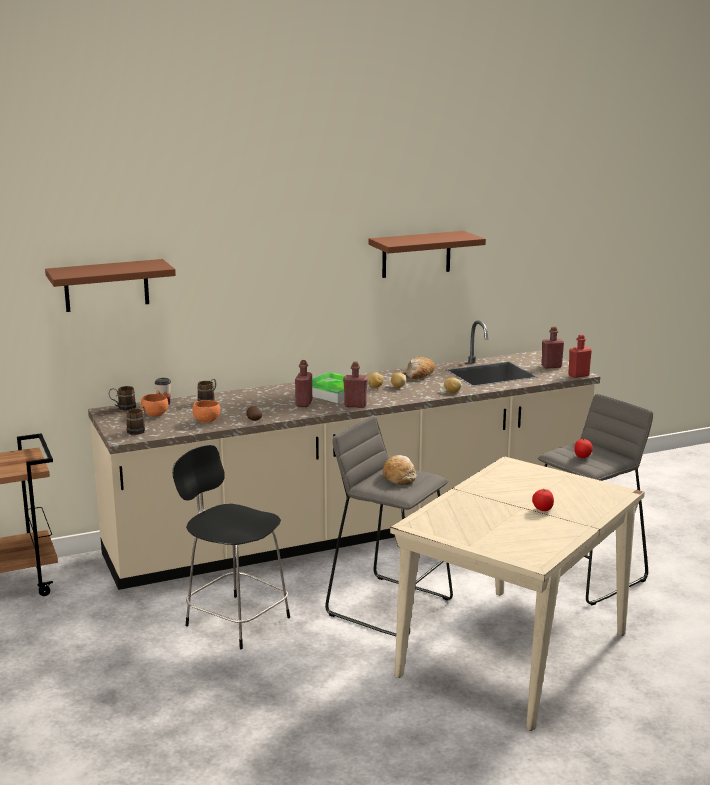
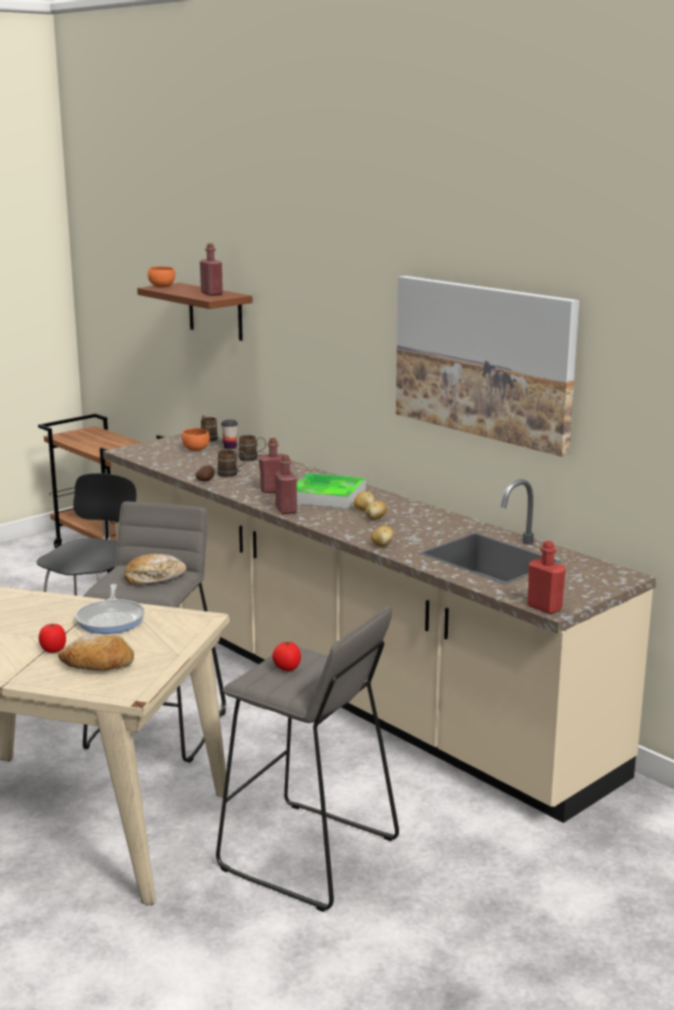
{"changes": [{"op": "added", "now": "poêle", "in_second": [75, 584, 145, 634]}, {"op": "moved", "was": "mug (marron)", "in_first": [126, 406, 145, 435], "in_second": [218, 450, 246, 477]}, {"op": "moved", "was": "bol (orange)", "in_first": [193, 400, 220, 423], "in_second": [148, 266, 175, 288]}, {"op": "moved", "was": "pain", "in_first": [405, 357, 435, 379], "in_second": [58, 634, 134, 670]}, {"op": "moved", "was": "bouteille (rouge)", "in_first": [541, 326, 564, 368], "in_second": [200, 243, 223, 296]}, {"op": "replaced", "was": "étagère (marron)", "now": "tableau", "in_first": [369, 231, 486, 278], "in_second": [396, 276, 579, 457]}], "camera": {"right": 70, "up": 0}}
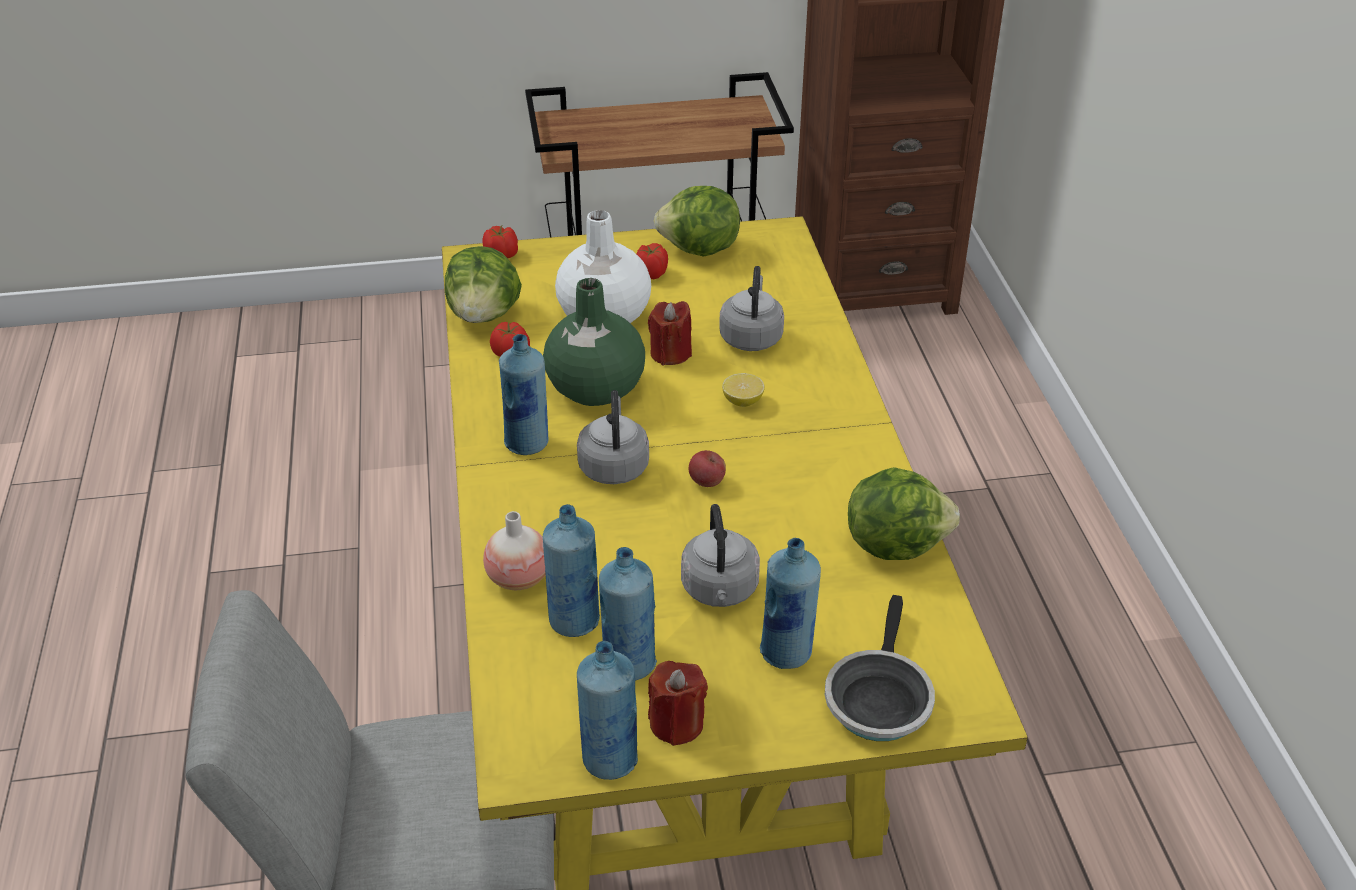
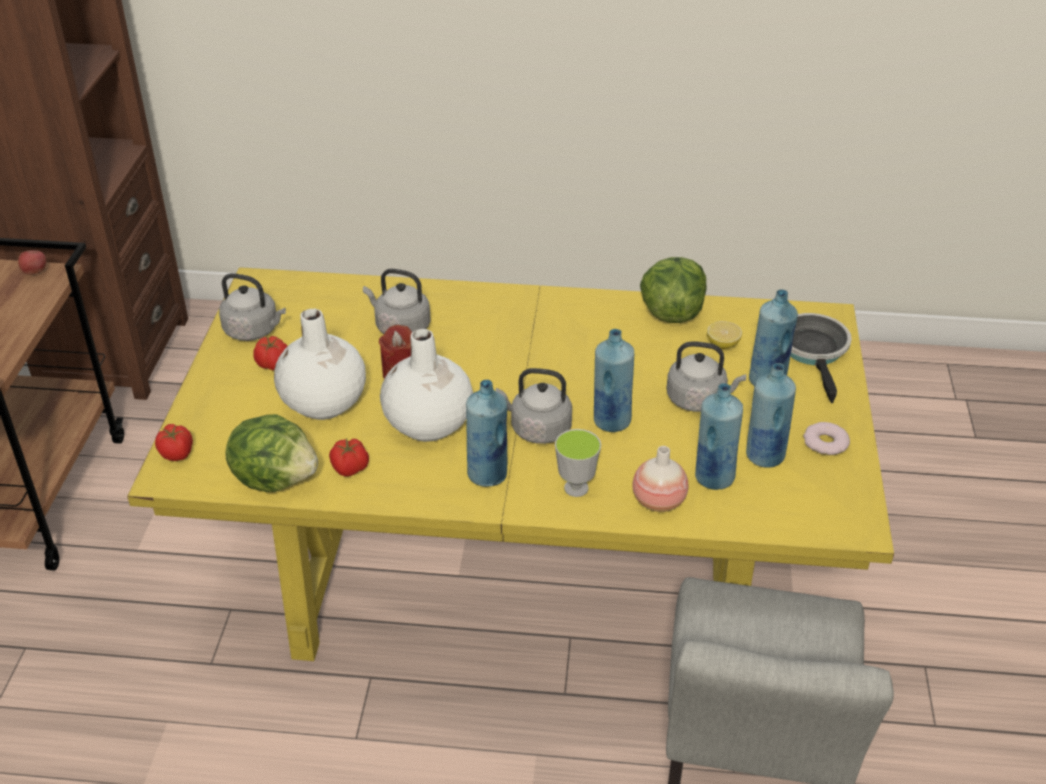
{"changes": [{"op": "added", "now": "tasse", "in_second": [555, 429, 601, 497]}, {"op": "moved", "was": "bouteille (bleu)", "in_first": [577, 641, 638, 780], "in_second": [594, 329, 634, 432]}, {"op": "moved", "was": "pomme", "in_first": [689, 450, 726, 487], "in_second": [18, 250, 46, 275]}, {"op": "moved", "was": "citron", "in_first": [722, 373, 765, 407], "in_second": [707, 321, 742, 349]}, {"op": "replaced", "was": "bougie (rouge)", "now": "beignet", "in_first": [648, 661, 708, 746], "in_second": [803, 422, 850, 455]}, {"op": "replaced", "was": "laitue", "now": "bouilloire (gris)", "in_first": [654, 186, 740, 257], "in_second": [219, 273, 286, 341]}, {"op": "recoloured", "was": "vase (vert)", "now": "vase (blanc)", "in_first": [543, 278, 645, 406], "in_second": [380, 329, 473, 442]}, {"op": "turned", "was": "poêle", "in_first": [825, 595, 935, 741], "in_second": [790, 313, 852, 403], "clockwise": -120}], "camera": {"right": -75, "up": 0}}
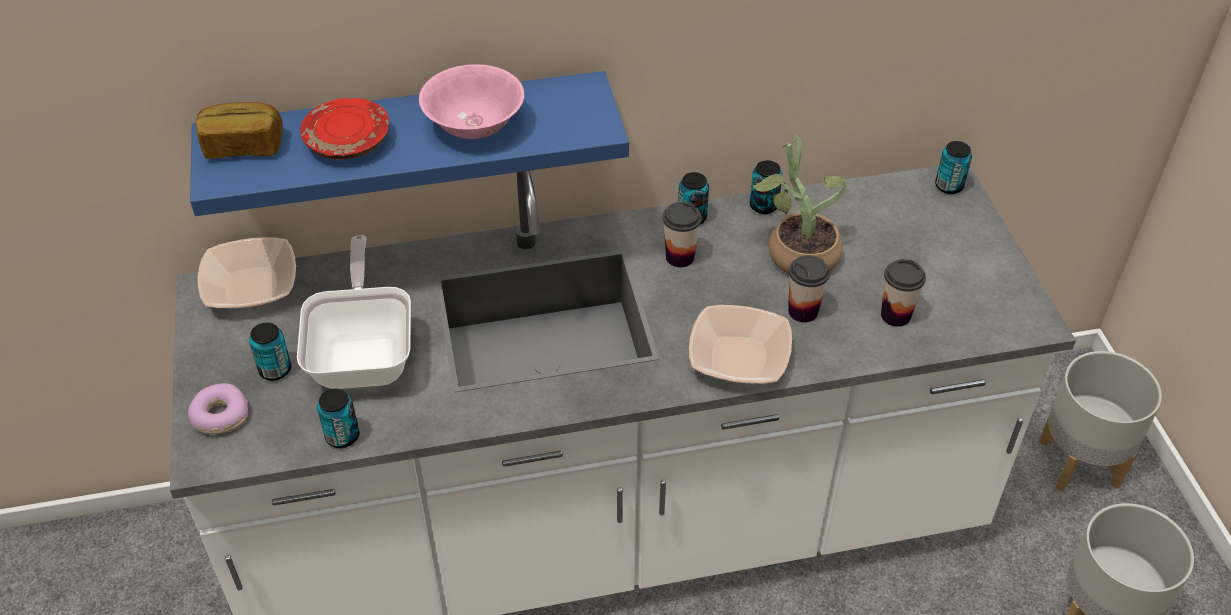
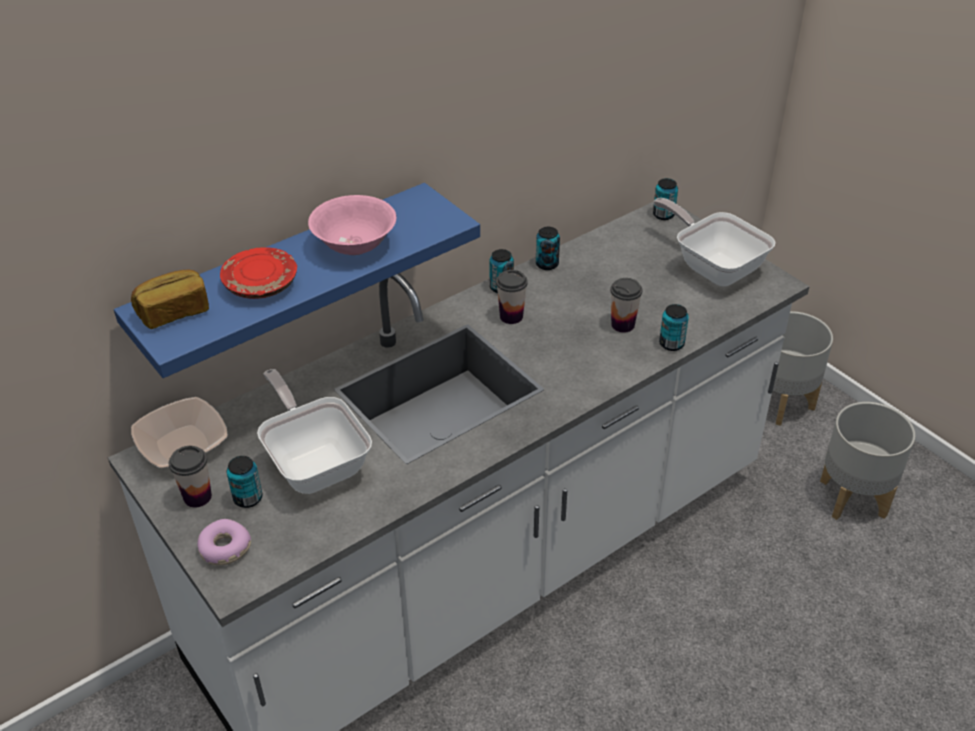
{"changes": [{"op": "removed", "was": "bol", "in_first": [689, 305, 792, 384]}, {"op": "removed", "was": "plante en pot", "in_first": [751, 135, 846, 274]}, {"op": "added", "now": "poêle", "in_second": [653, 198, 776, 287]}, {"op": "moved", "was": "boîte métallique", "in_first": [317, 389, 360, 448], "in_second": [659, 304, 689, 351]}, {"op": "moved", "was": "tasse", "in_first": [881, 259, 926, 327], "in_second": [169, 446, 212, 507]}], "camera": {"right": -25, "up": -5}}
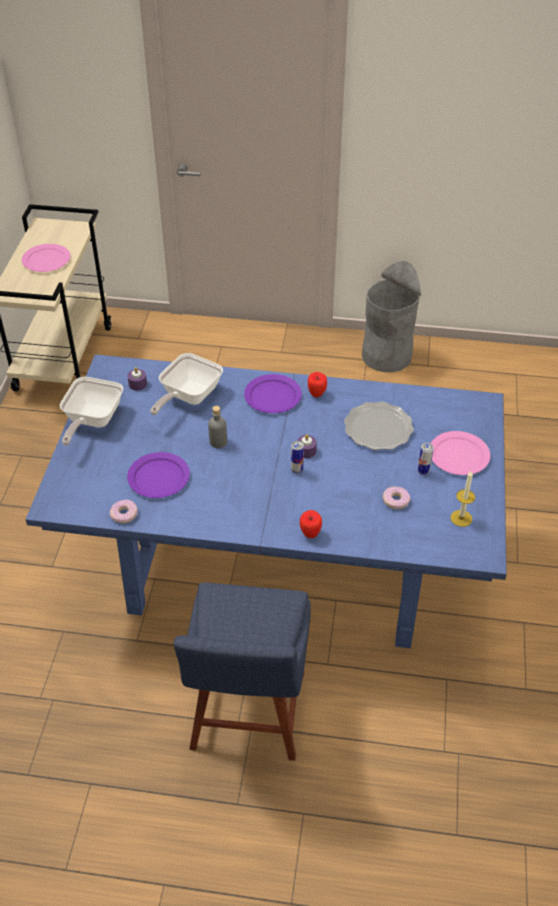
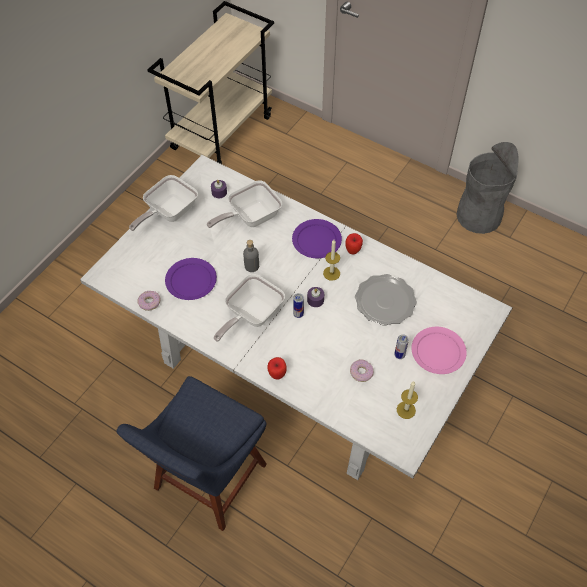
{"changes": [{"op": "removed", "was": "assiette (rose)", "in_first": [22, 244, 70, 272]}, {"op": "added", "now": "poêle", "in_second": [214, 274, 285, 342]}, {"op": "added", "now": "bougie", "in_second": [323, 240, 340, 281]}, {"op": "recoloured", "was": "table à manger (bleu)", "now": "table à manger (blanc)", "in_first": [25, 354, 507, 648], "in_second": [80, 155, 513, 480]}], "camera": {"right": 25, "up": 10}}
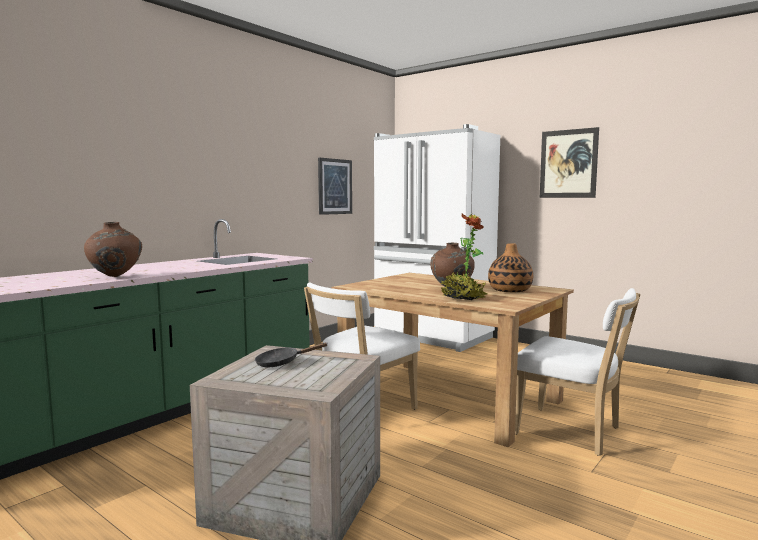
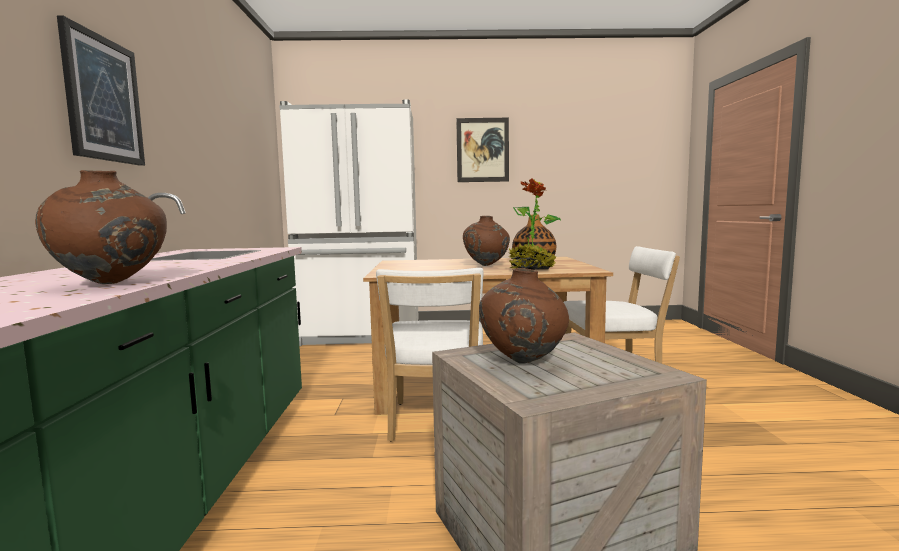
{"changes": [{"op": "moved", "was": "tableau", "in_first": [318, 158, 352, 215], "in_second": [57, 16, 145, 166]}, {"op": "replaced", "was": "poêle (noir)", "now": "vase (marron)", "in_first": [255, 342, 327, 367], "in_second": [479, 268, 569, 364]}], "camera": {"right": -40, "up": 0}}
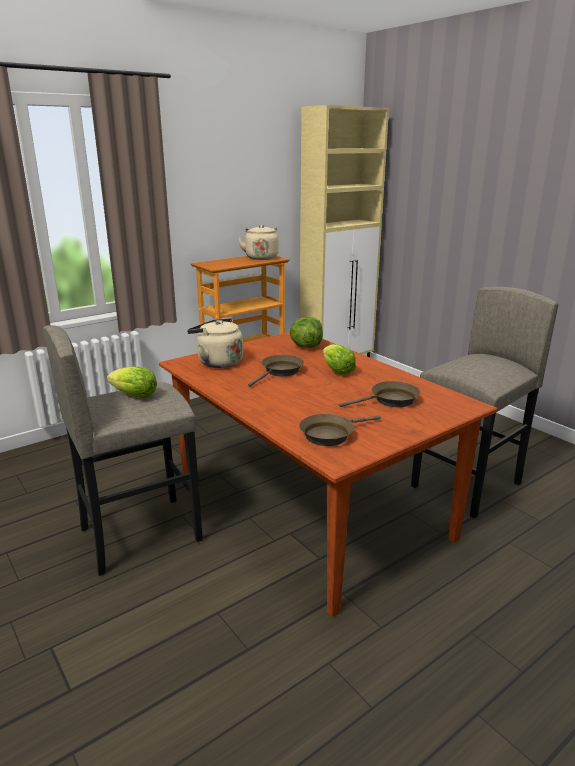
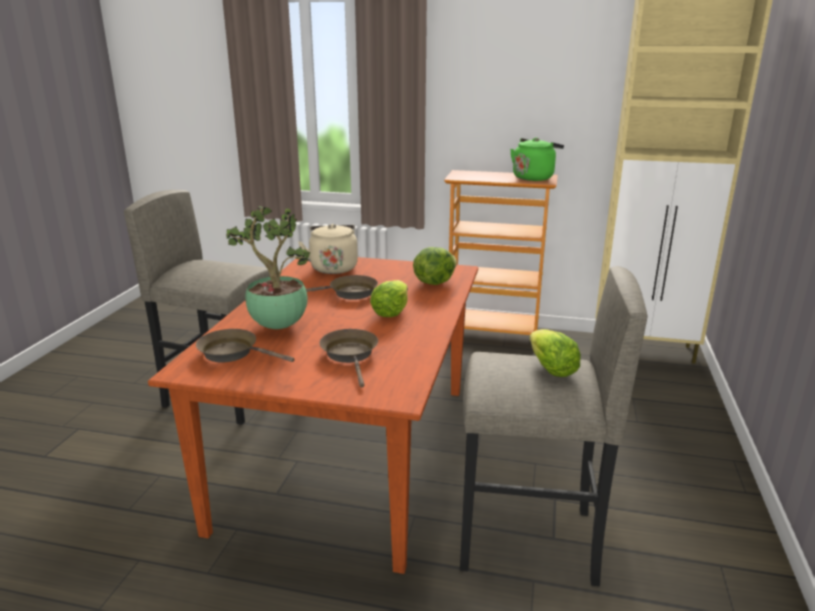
{"changes": [{"op": "added", "now": "plante en pot", "in_second": [226, 206, 310, 329]}, {"op": "moved", "was": "laitue", "in_first": [107, 366, 157, 398], "in_second": [529, 329, 581, 377]}, {"op": "recoloured", "was": "bouilloire (beige)", "now": "bouilloire (vert)", "in_first": [238, 225, 279, 260], "in_second": [510, 138, 564, 181]}, {"op": "turned", "was": "poêle (marron)", "in_first": [339, 381, 421, 407], "in_second": [319, 329, 378, 387], "clockwise": -135}], "camera": {"right": 50, "up": 0}}
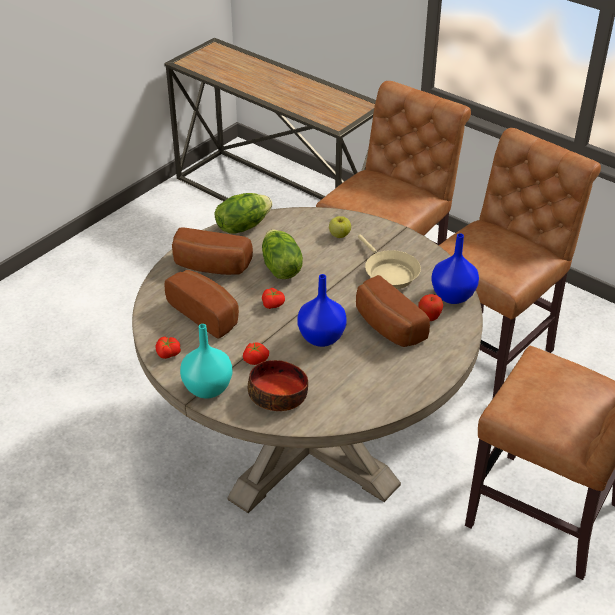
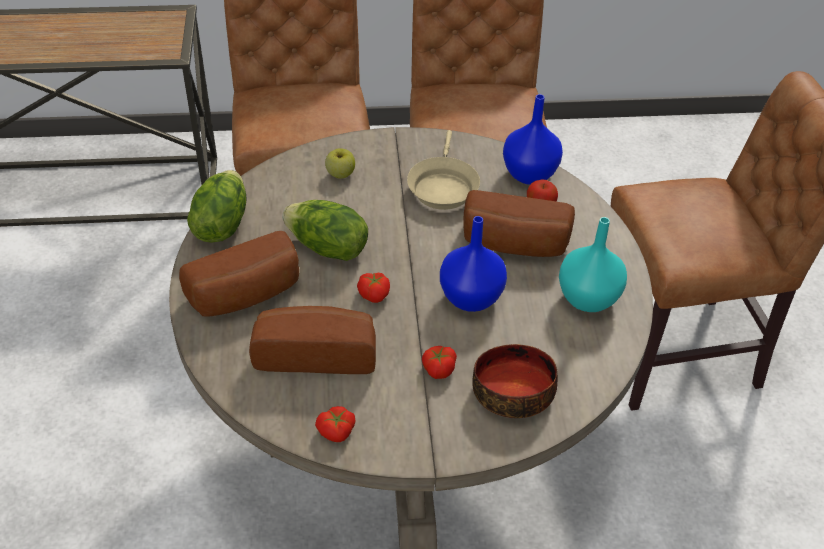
{"changes": [{"op": "moved", "was": "vase (turquoise)", "in_first": [180, 324, 232, 398], "in_second": [559, 217, 627, 312]}, {"op": "turned", "was": "poêle (beige)", "in_first": [358, 235, 421, 289], "in_second": [407, 130, 480, 210], "clockwise": 75}], "camera": {"right": -45, "up": 5}}
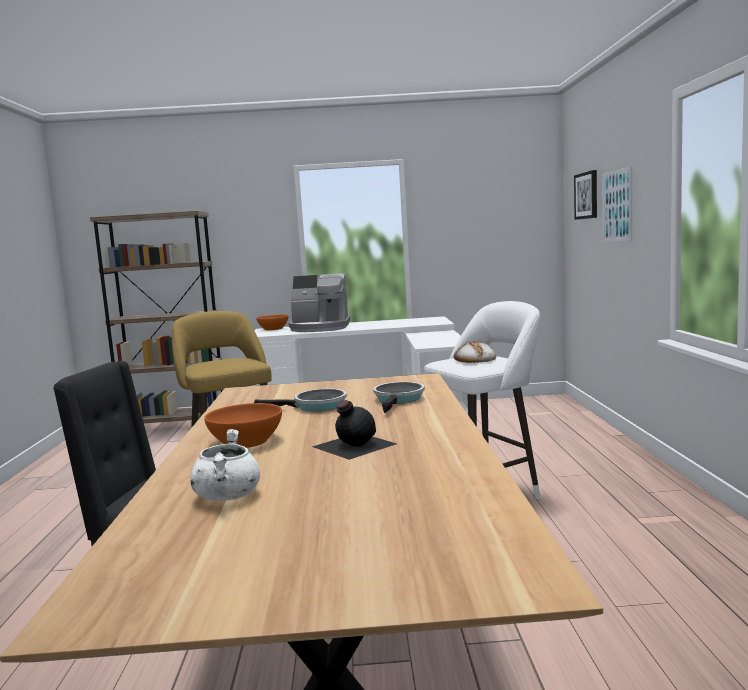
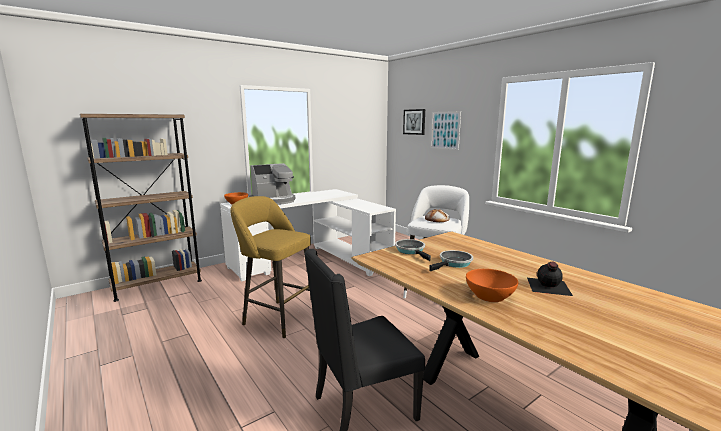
{"changes": [{"op": "removed", "was": "marmite (blanc)", "in_first": [190, 429, 260, 501]}, {"op": "moved", "was": "poêle", "in_first": [373, 382, 425, 413], "in_second": [395, 239, 431, 261]}], "camera": {"right": -35, "up": 5}}
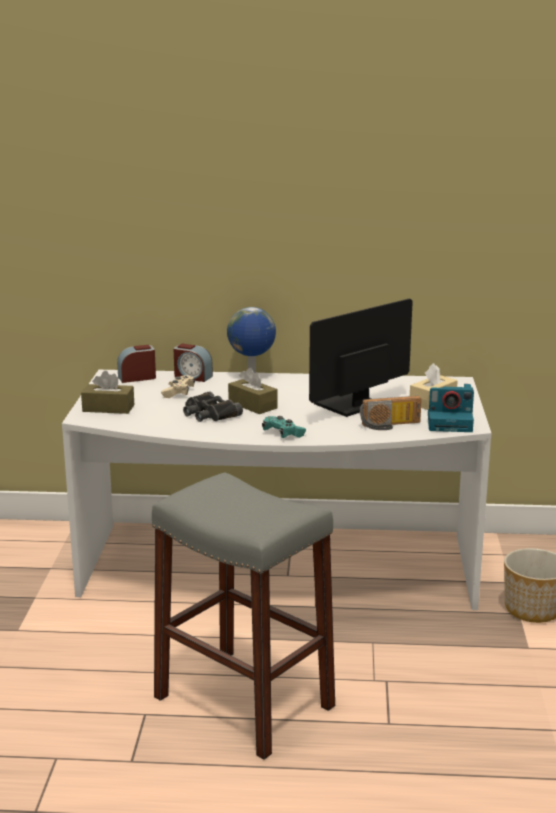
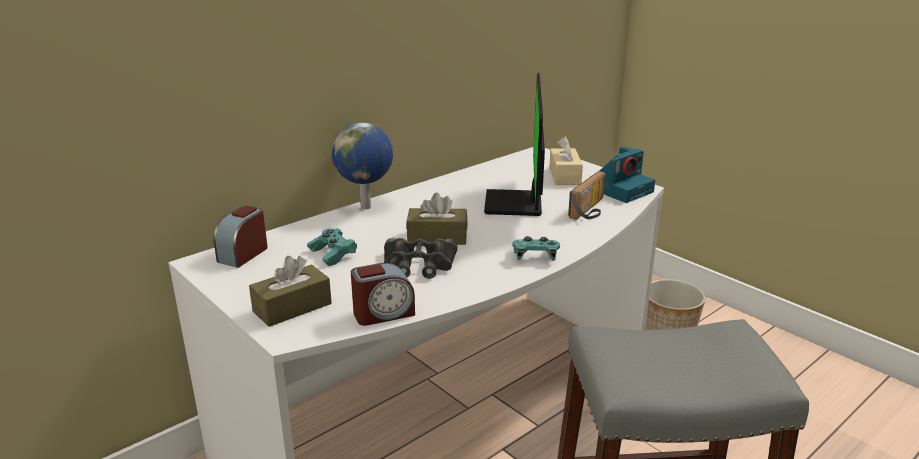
{"changes": [{"op": "moved", "was": "réveil", "in_first": [173, 344, 213, 382], "in_second": [351, 263, 415, 326]}, {"op": "recoloured", "was": "manette (beige)", "now": "manette (turquoise)", "in_first": [161, 375, 195, 398], "in_second": [307, 228, 357, 266]}], "camera": {"right": -45, "up": 5}}
